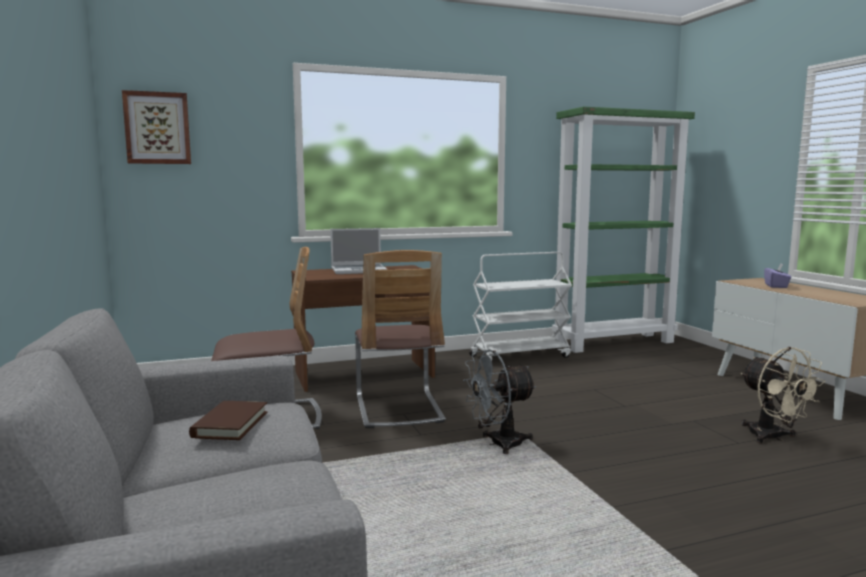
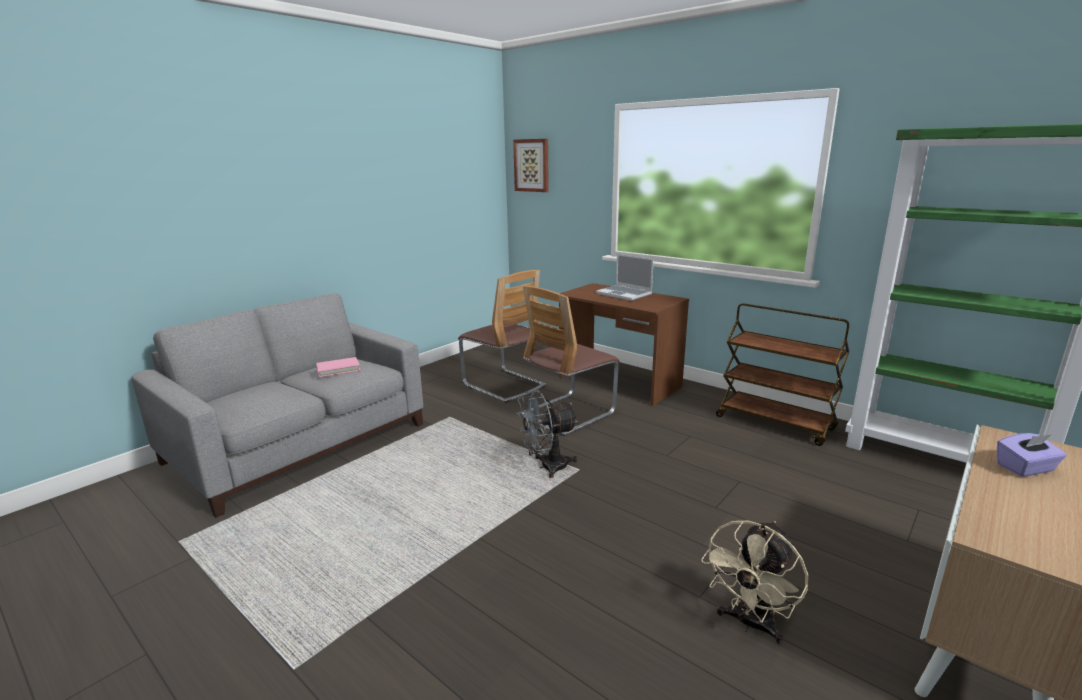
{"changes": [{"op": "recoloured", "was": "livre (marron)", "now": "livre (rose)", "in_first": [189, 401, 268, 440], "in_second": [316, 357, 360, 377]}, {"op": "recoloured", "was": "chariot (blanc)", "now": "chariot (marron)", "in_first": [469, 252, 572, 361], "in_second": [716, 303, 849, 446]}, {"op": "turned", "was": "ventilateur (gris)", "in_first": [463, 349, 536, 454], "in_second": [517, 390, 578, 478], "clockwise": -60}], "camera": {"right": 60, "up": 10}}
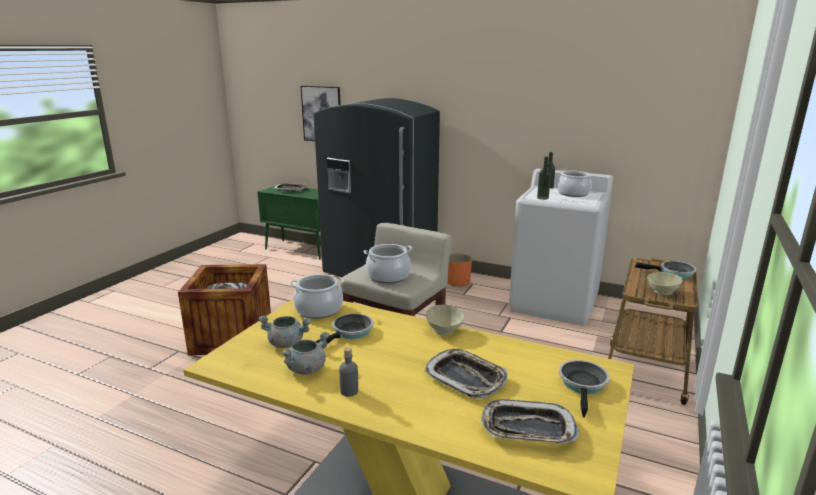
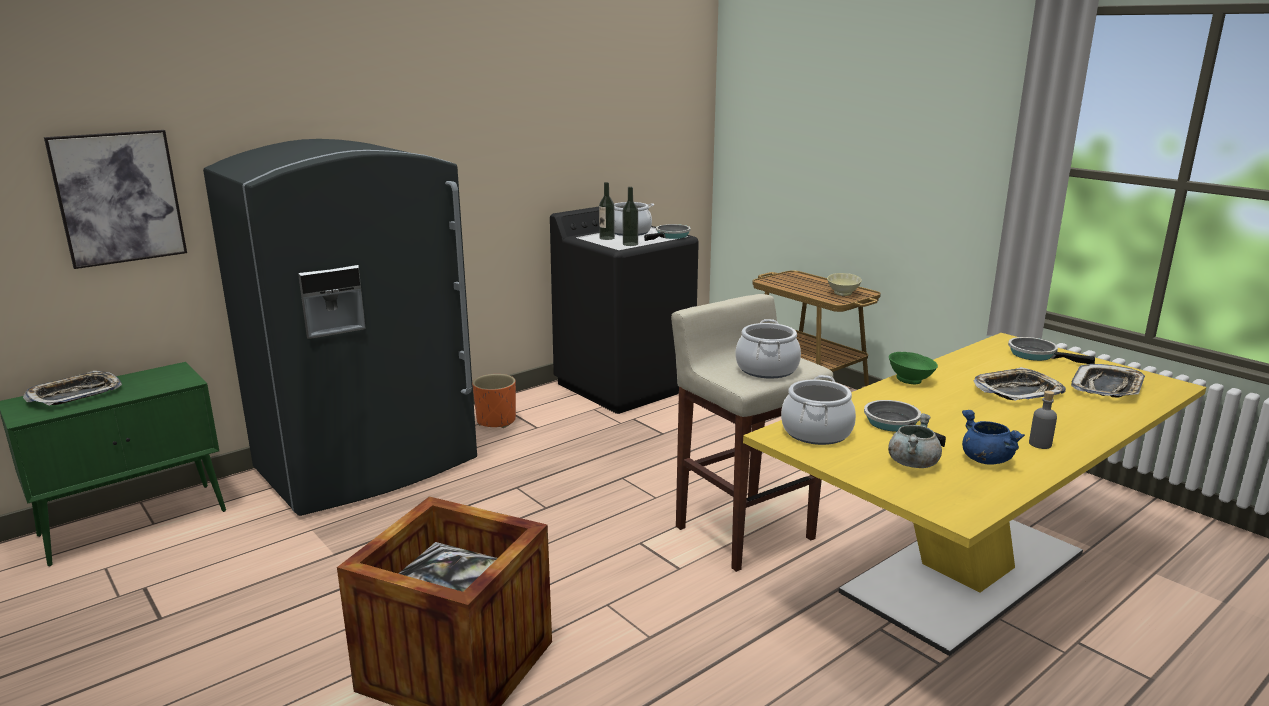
{"changes": [{"op": "moved", "was": "poêle", "in_first": [635, 261, 696, 278], "in_second": [644, 224, 691, 241]}, {"op": "recoloured", "was": "marmite (gris)", "now": "marmite (bleu)", "in_first": [281, 332, 330, 375], "in_second": [962, 410, 1025, 465]}, {"op": "recoloured", "was": "bol (beige)", "now": "bol (vert)", "in_first": [425, 305, 464, 335], "in_second": [889, 352, 938, 384]}, {"op": "recoloured", "was": "lave-linge (blanc)", "now": "lave-linge (noir)", "in_first": [509, 169, 614, 326], "in_second": [550, 207, 699, 414]}], "camera": {"right": -65, "up": 0}}
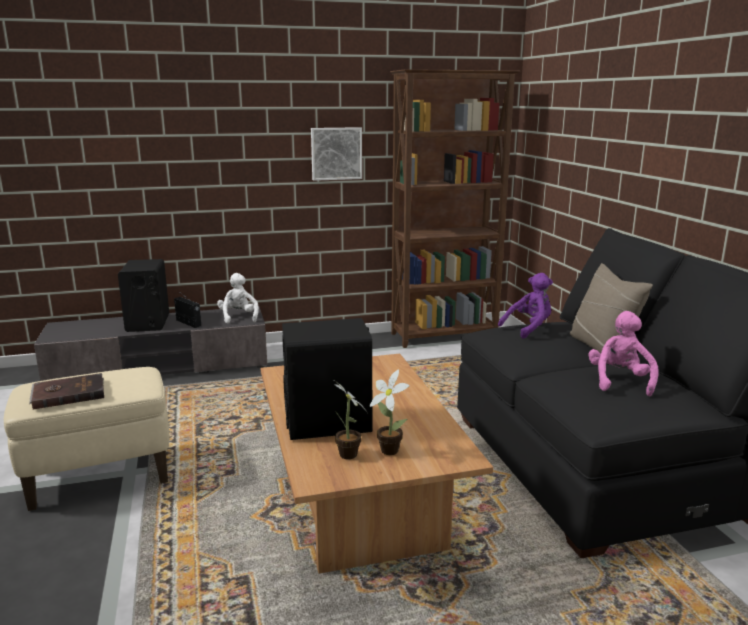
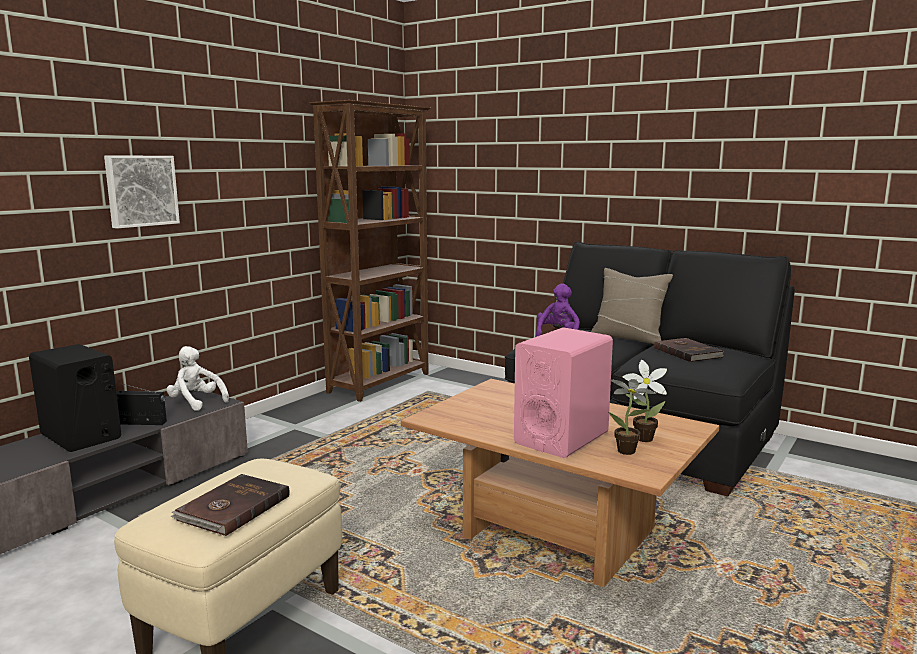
{"changes": [{"op": "moved", "was": "tableau", "in_first": [311, 127, 362, 181], "in_second": [104, 155, 180, 229]}, {"op": "replaced", "was": "peluche (rose)", "now": "livre (marron)", "in_first": [589, 311, 659, 396], "in_second": [654, 338, 724, 362]}, {"op": "recoloured", "was": "enceinte (noir)", "now": "enceinte (rose)", "in_first": [282, 318, 372, 440], "in_second": [514, 327, 613, 458]}], "camera": {"right": -40, "up": -5}}
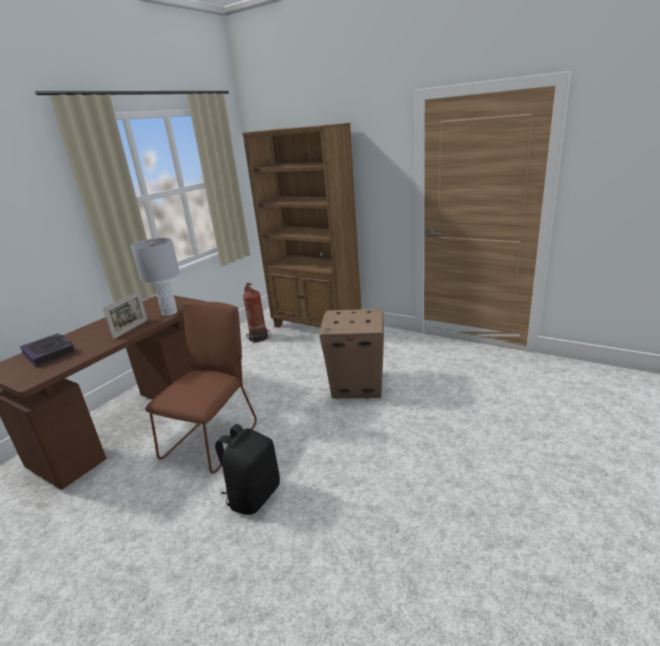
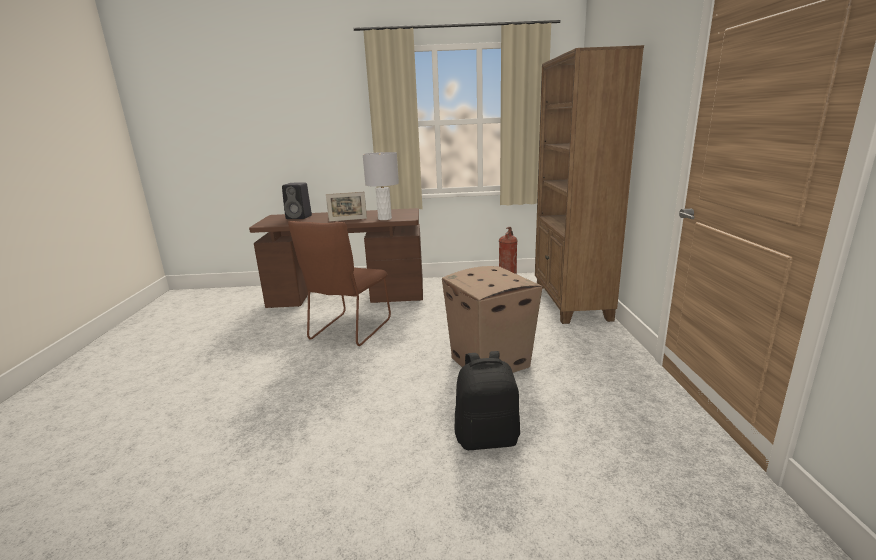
{"changes": [{"op": "moved", "was": "sac à dos (noir)", "in_first": [215, 424, 280, 515], "in_second": [455, 351, 520, 450]}, {"op": "replaced", "was": "livre", "now": "enceinte (noir)", "in_first": [20, 333, 76, 367], "in_second": [282, 182, 312, 219]}, {"op": "turned", "was": "chaise (marron)", "in_first": [145, 301, 257, 474], "in_second": [288, 221, 391, 346], "clockwise": 120}], "camera": {"right": 55, "up": -5}}
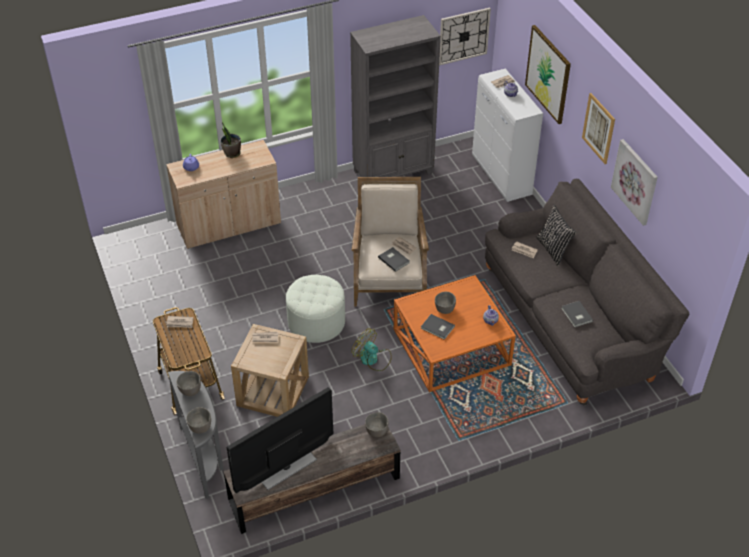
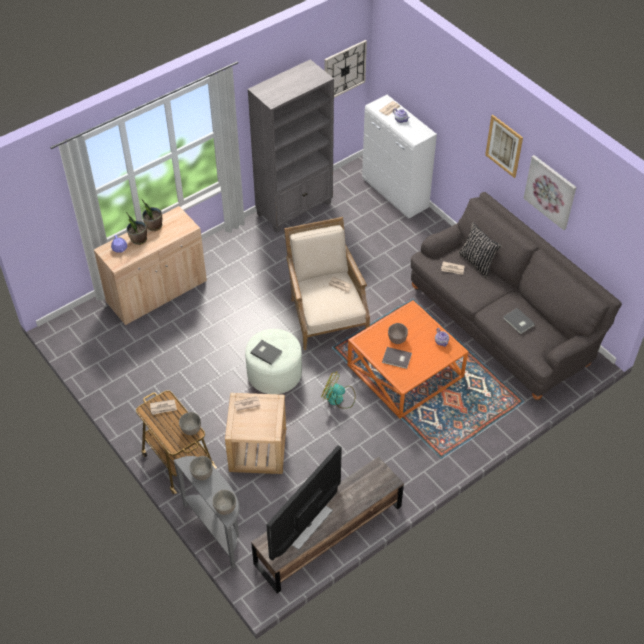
{"changes": [{"op": "removed", "was": "tableau", "in_first": [525, 25, 571, 124]}, {"op": "added", "now": "plante en pot", "in_second": [126, 212, 147, 245]}, {"op": "moved", "was": "bol (gris)", "in_first": [365, 412, 388, 437], "in_second": [179, 412, 201, 435]}, {"op": "moved", "was": "livre (gris)", "in_first": [378, 247, 409, 272], "in_second": [250, 340, 282, 365]}], "camera": {"right": -15, "up": 5}}
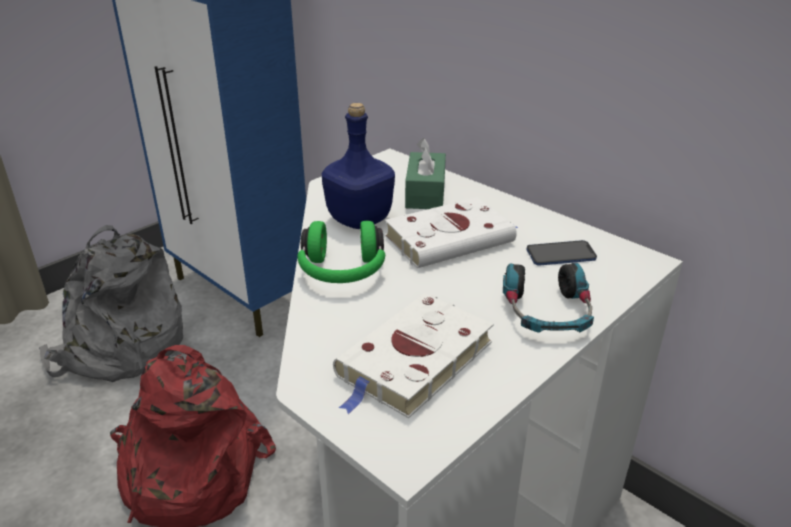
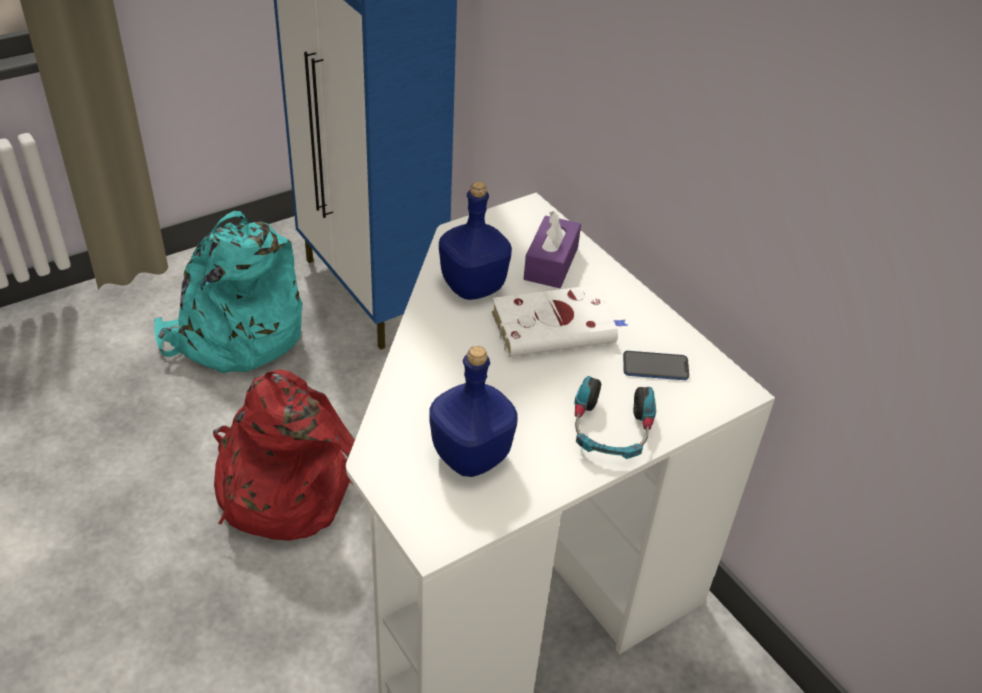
{"changes": [{"op": "removed", "was": "casque audio (vert)", "in_first": [297, 221, 385, 283]}, {"op": "replaced", "was": "livre (blanc)", "now": "bouteille (bleu)", "in_first": [333, 293, 494, 418], "in_second": [429, 346, 518, 477]}, {"op": "recoloured", "was": "sac à dos (gris)", "now": "sac à dos (turquoise)", "in_first": [39, 225, 183, 382], "in_second": [154, 211, 303, 373]}, {"op": "recoloured", "was": "boîte à mouchoirs (vert)", "now": "boîte à mouchoirs (violet)", "in_first": [405, 138, 446, 209], "in_second": [524, 211, 581, 288]}], "camera": {"right": 10, "up": 10}}
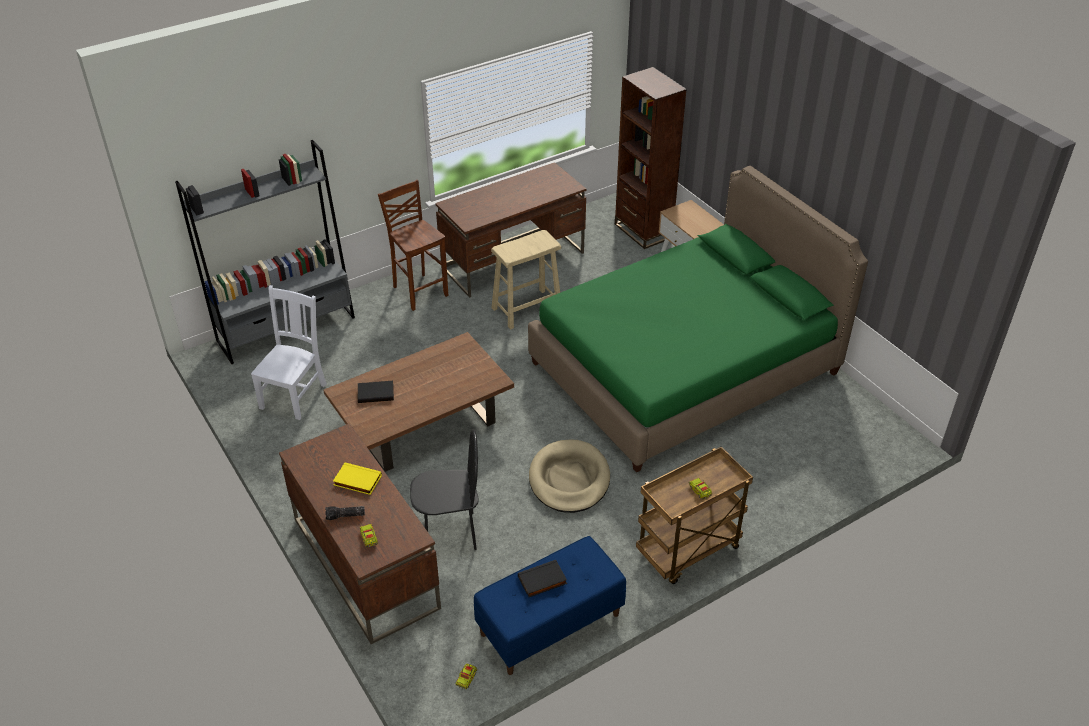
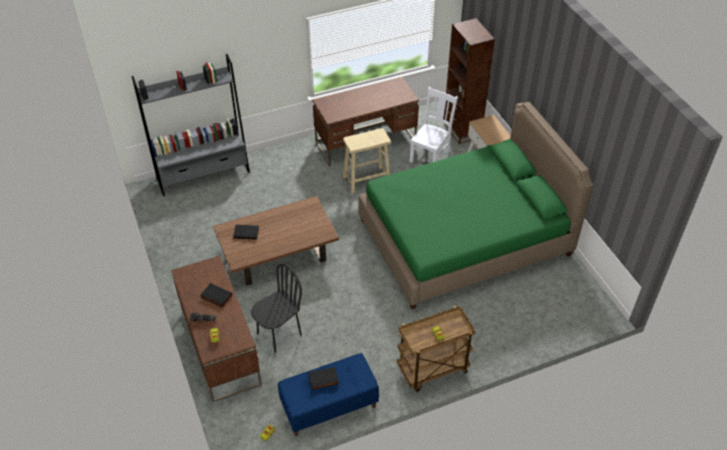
{"changes": [{"op": "removed", "was": "tabouret (marron)", "in_first": [378, 180, 448, 311]}, {"op": "removed", "was": "panier pour chien (beige)", "in_first": [529, 439, 610, 513]}, {"op": "moved", "was": "chaise (blanc)", "in_first": [251, 285, 327, 420], "in_second": [410, 87, 458, 163]}, {"op": "recoloured", "was": "livre (jaune)", "now": "livre (noir)", "in_first": [333, 462, 382, 495], "in_second": [200, 283, 232, 307]}, {"op": "turned", "was": "chaise (noir)", "in_first": [410, 429, 479, 550], "in_second": [251, 263, 302, 353], "clockwise": -45}], "camera": {"right": 10, "up": 5}}
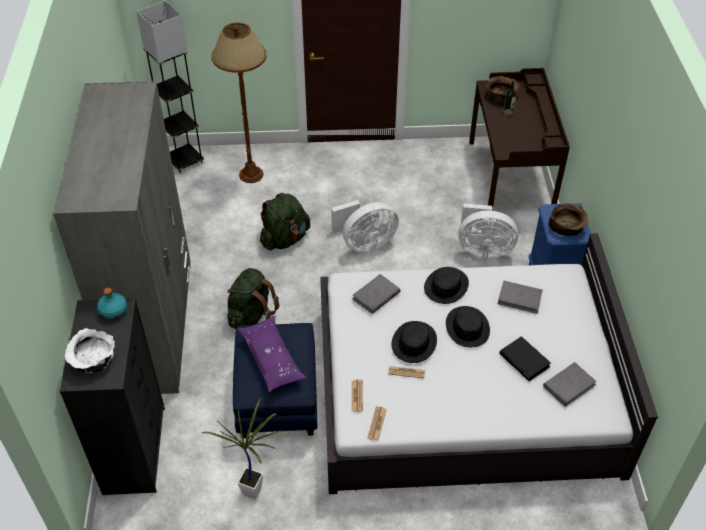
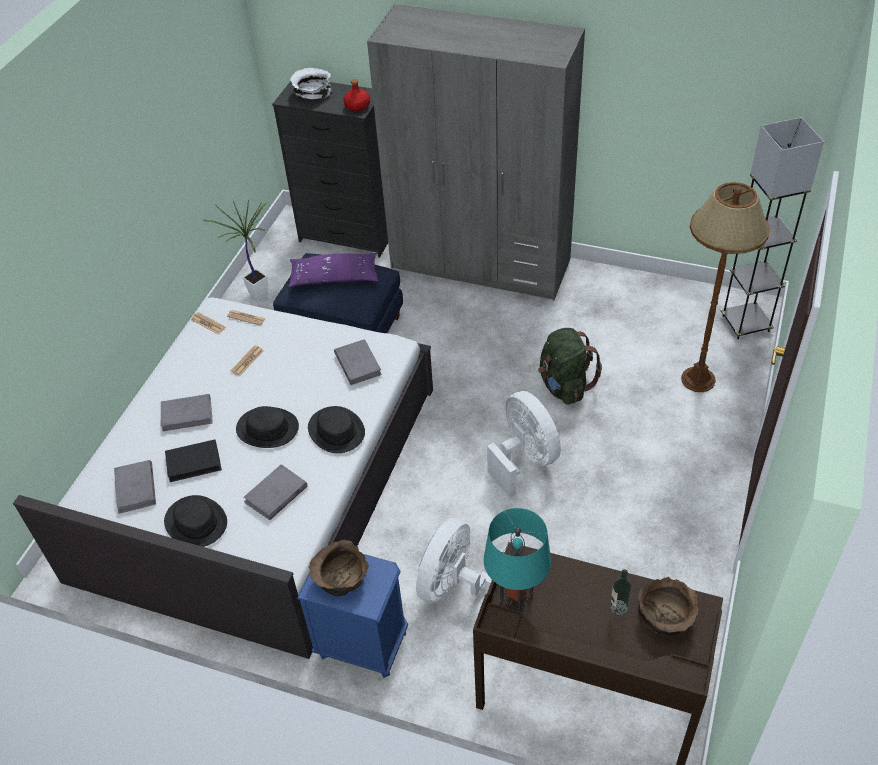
{"changes": [{"op": "removed", "was": "sac à dos (vert)", "in_first": [227, 268, 279, 329]}, {"op": "added", "now": "livre (gris)", "in_second": [161, 394, 213, 431]}, {"op": "added", "now": "lampe de table (turquoise)", "in_second": [484, 508, 551, 611]}, {"op": "moved", "was": "chapeau (noir)", "in_first": [392, 321, 437, 363], "in_second": [164, 495, 227, 547]}, {"op": "recoloured", "was": "bouteille (turquoise)", "now": "bouteille (rouge)", "in_first": [97, 288, 127, 319], "in_second": [343, 79, 370, 111]}, {"op": "turned", "was": "ventilateur (blanc)", "in_first": [331, 200, 399, 252], "in_second": [487, 391, 561, 498], "clockwise": 150}], "camera": {"right": 115, "up": 0}}
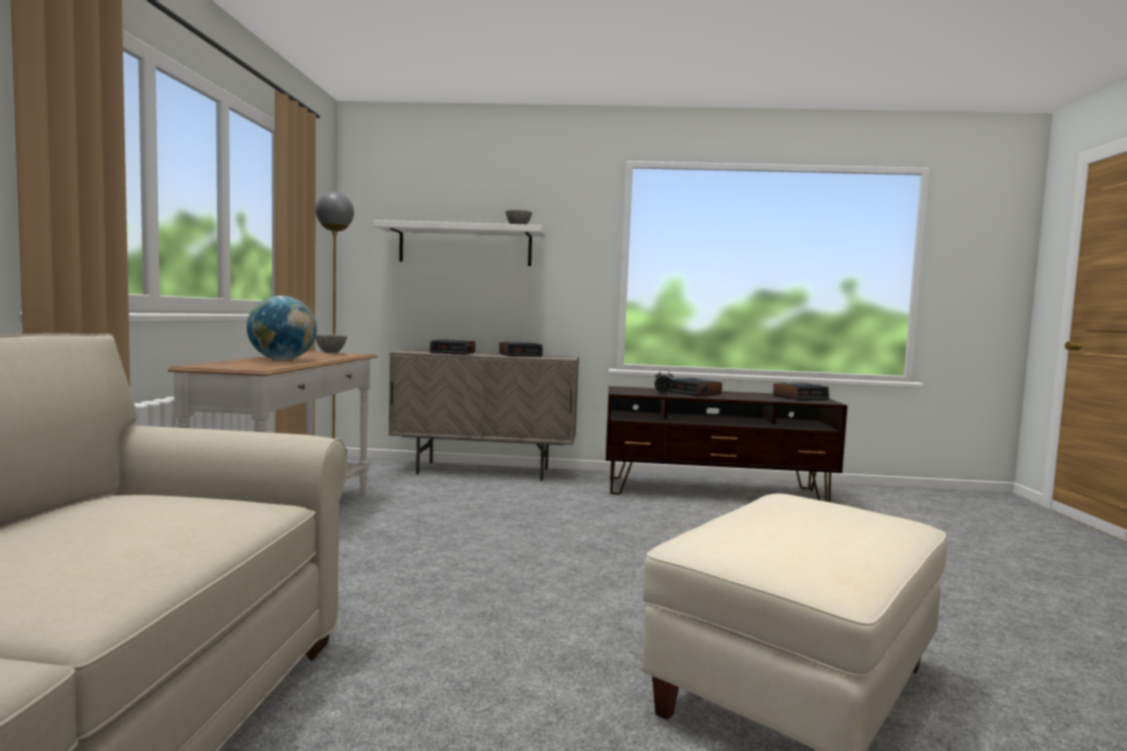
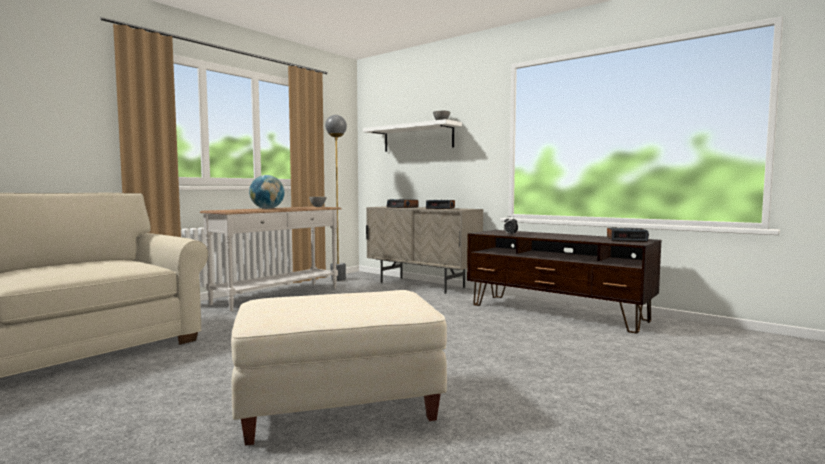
{"changes": [{"op": "removed", "was": "réveil", "in_first": [669, 378, 722, 396]}], "camera": {"right": 35, "up": 0}}
